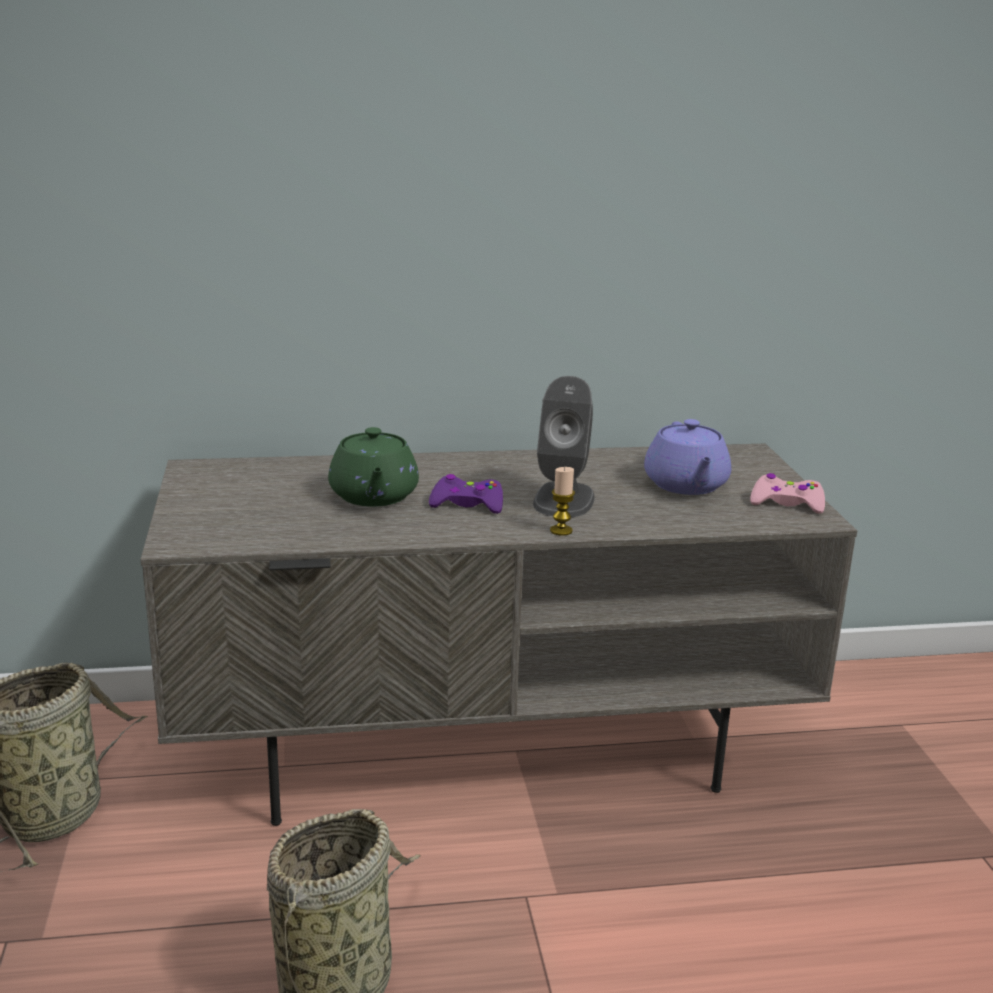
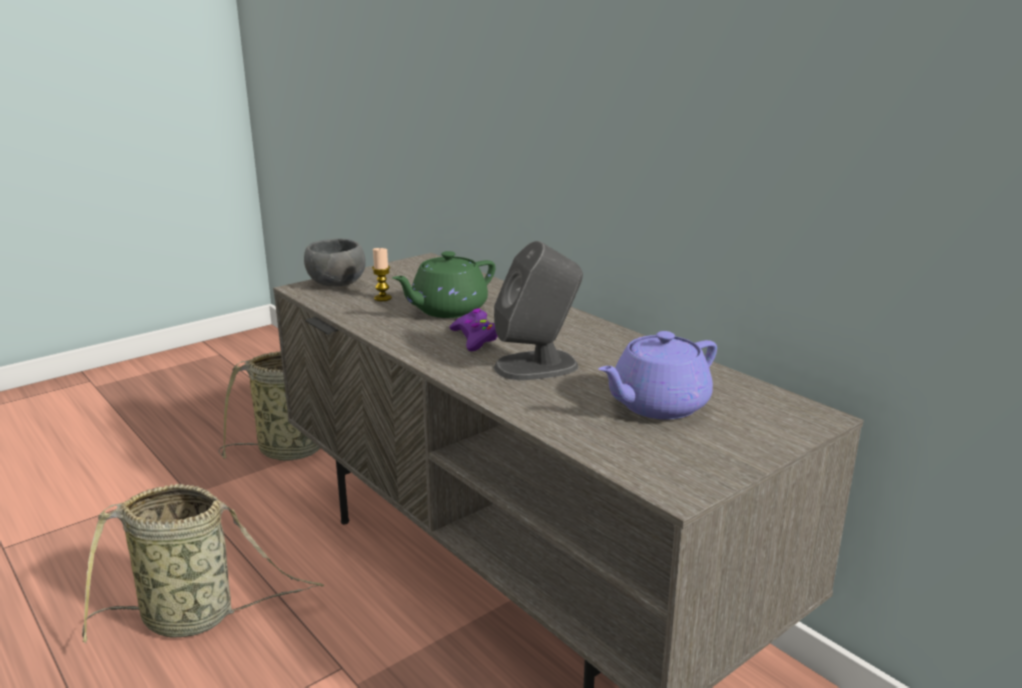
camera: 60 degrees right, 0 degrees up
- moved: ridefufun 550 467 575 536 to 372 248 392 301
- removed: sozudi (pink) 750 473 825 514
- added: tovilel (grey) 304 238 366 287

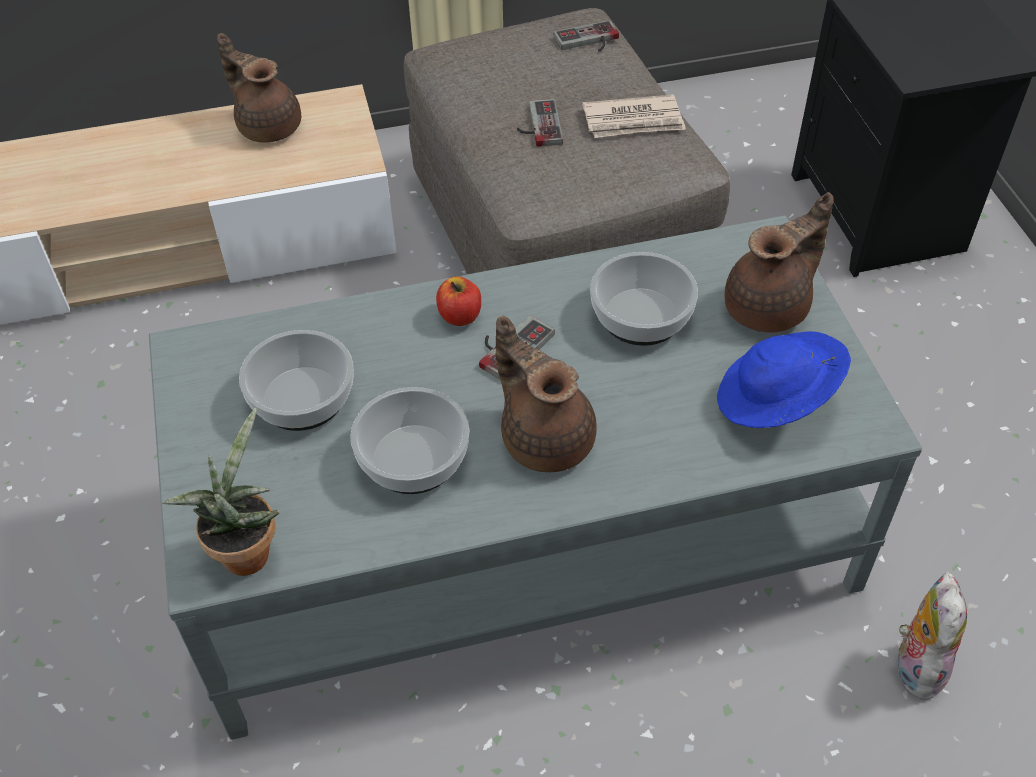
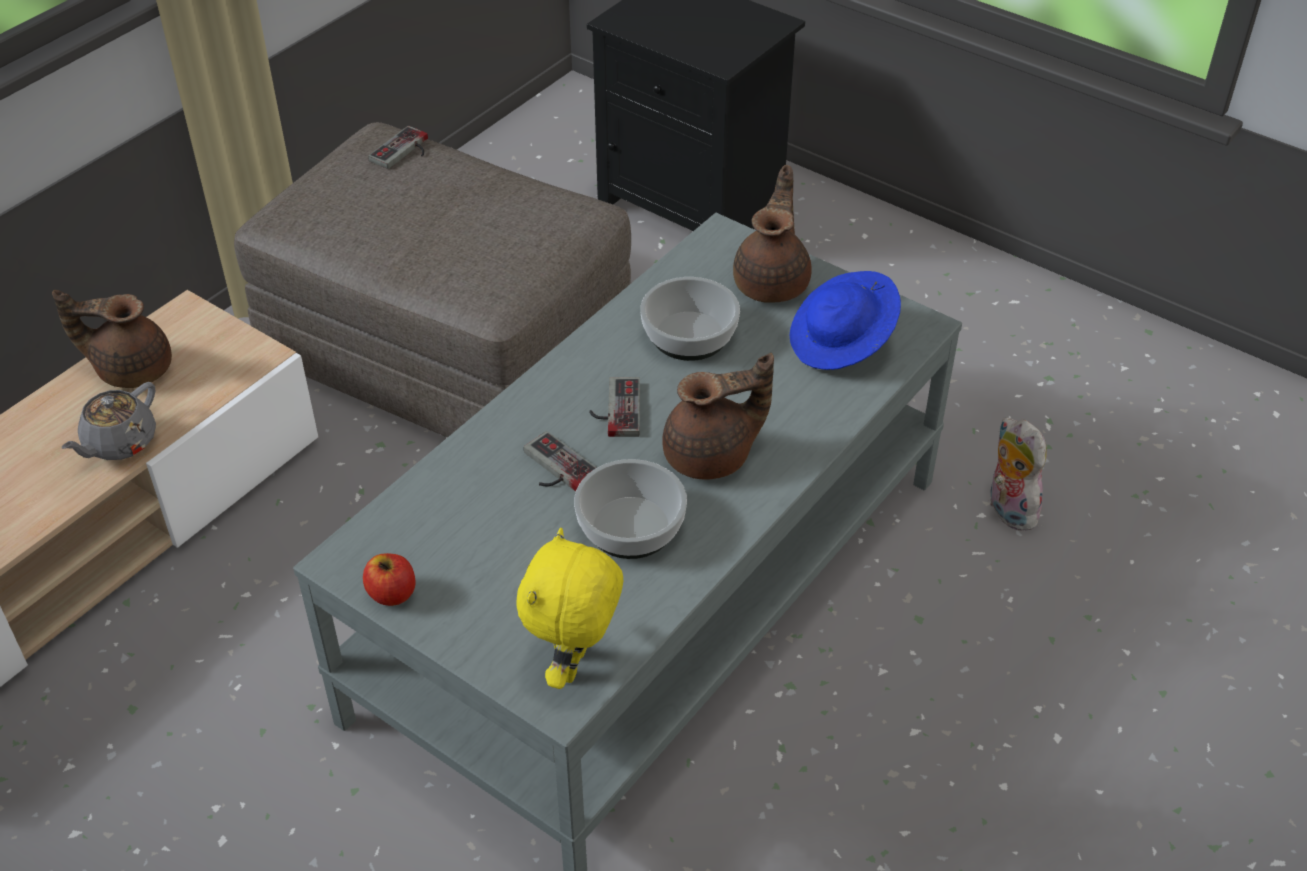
camera: 40 degrees left, 5 degrees down
- replaced: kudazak 163 407 279 576 to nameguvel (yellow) 516 528 623 689
- removed: tovilel 239 330 354 431
- moved: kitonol 436 277 481 326 to 363 553 415 606
- turned: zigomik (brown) 496 316 597 472 = 662 353 774 480 150 degrees clockwise
- moved: sozudi 517 99 563 147 to 524 431 597 492
- removed: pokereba 582 94 686 138
- added: zigomik (grey) 62 382 156 460

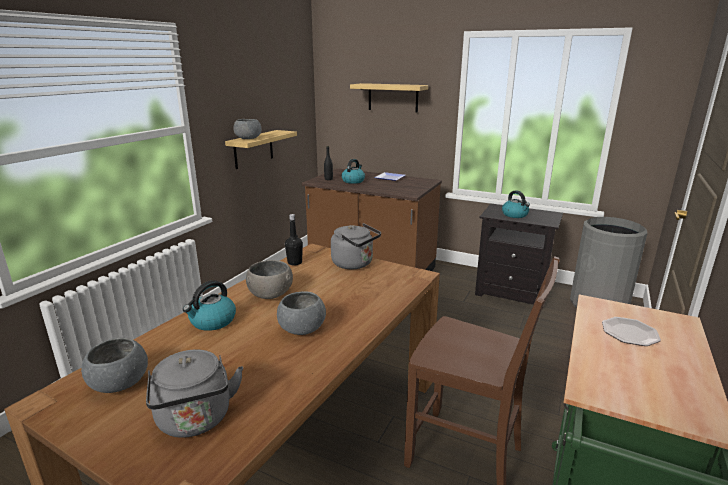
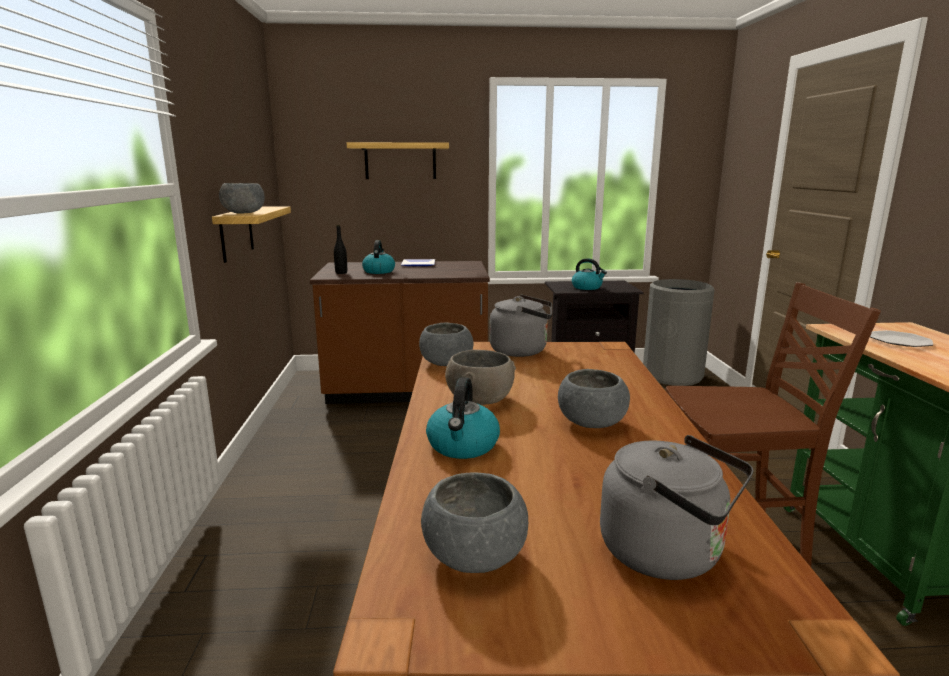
camera: 30 degrees left, 5 degrees down
- replaced: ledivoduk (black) 285 214 303 266 to tovilel (grey) 419 323 474 366

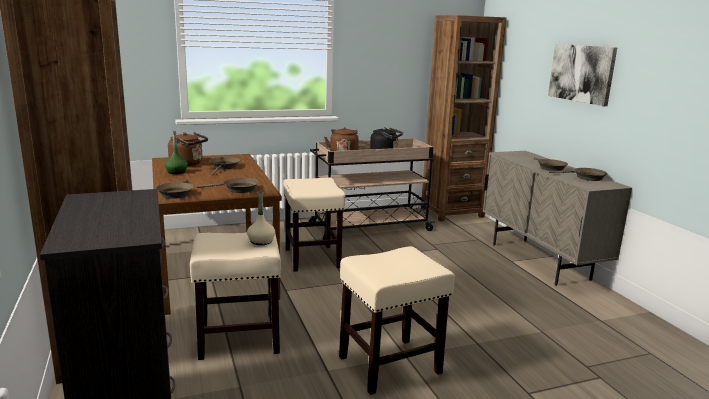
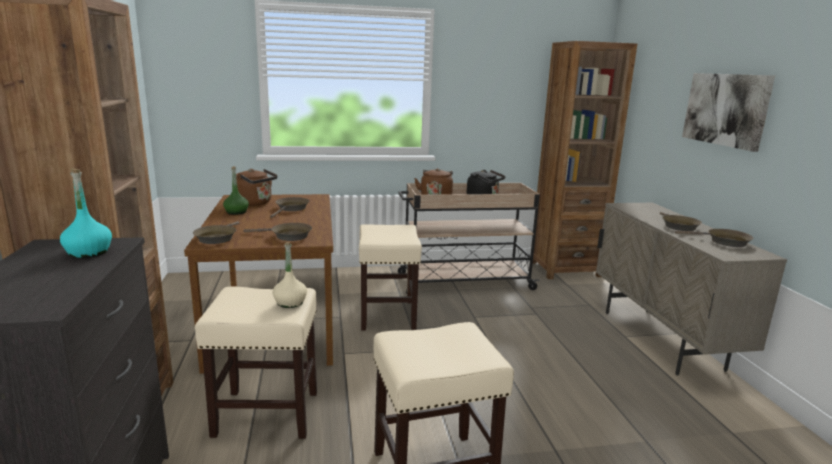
camera: 10 degrees right, 0 degrees up
- added: ledivoduk (turquoise) 60 169 112 258

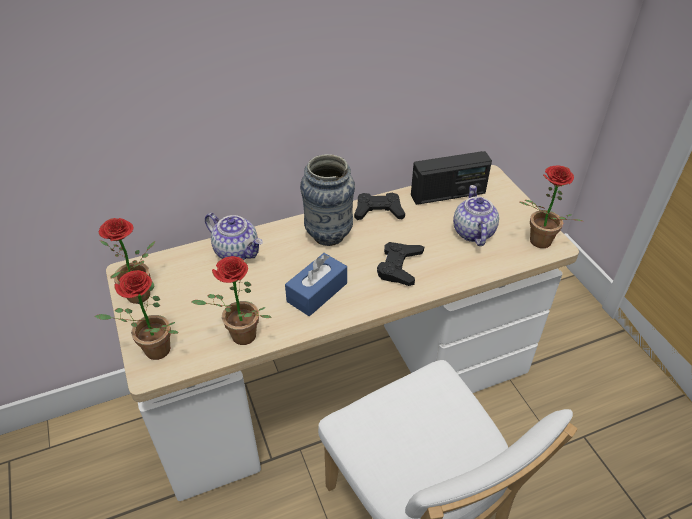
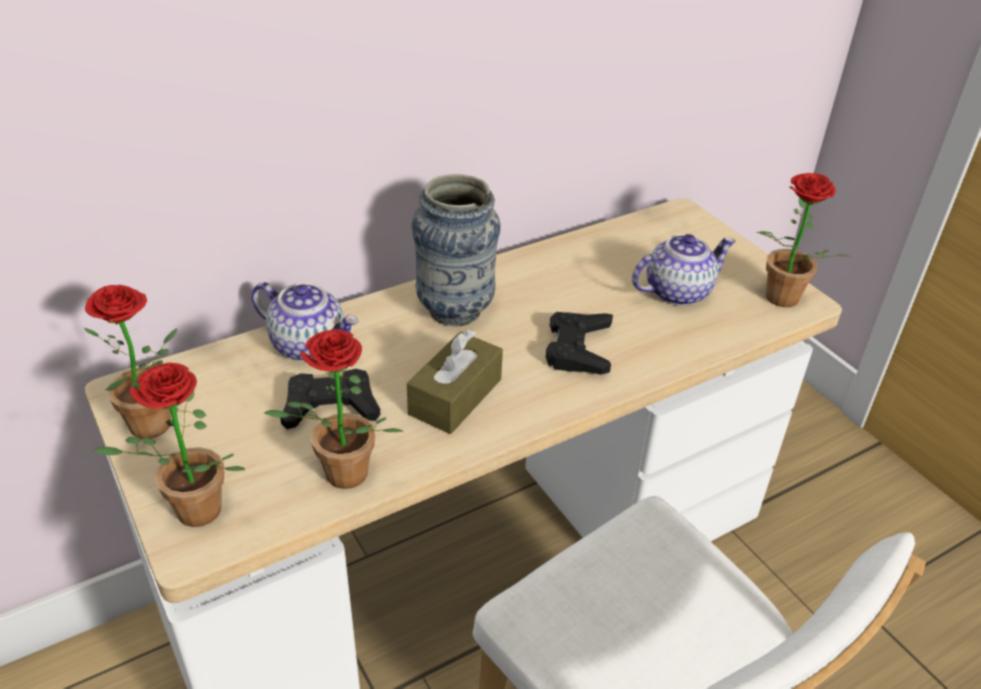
camera: 10 degrees left, 5 degrees down
- recoloured: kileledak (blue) 285 253 347 316 to kileledak (brown) 407 329 503 434
- moved: sozudi (black) 354 193 405 220 to 280 369 380 429
- removed: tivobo 411 151 492 205
- turned: zigomik 453 185 499 246 = 632 234 735 306 75 degrees clockwise

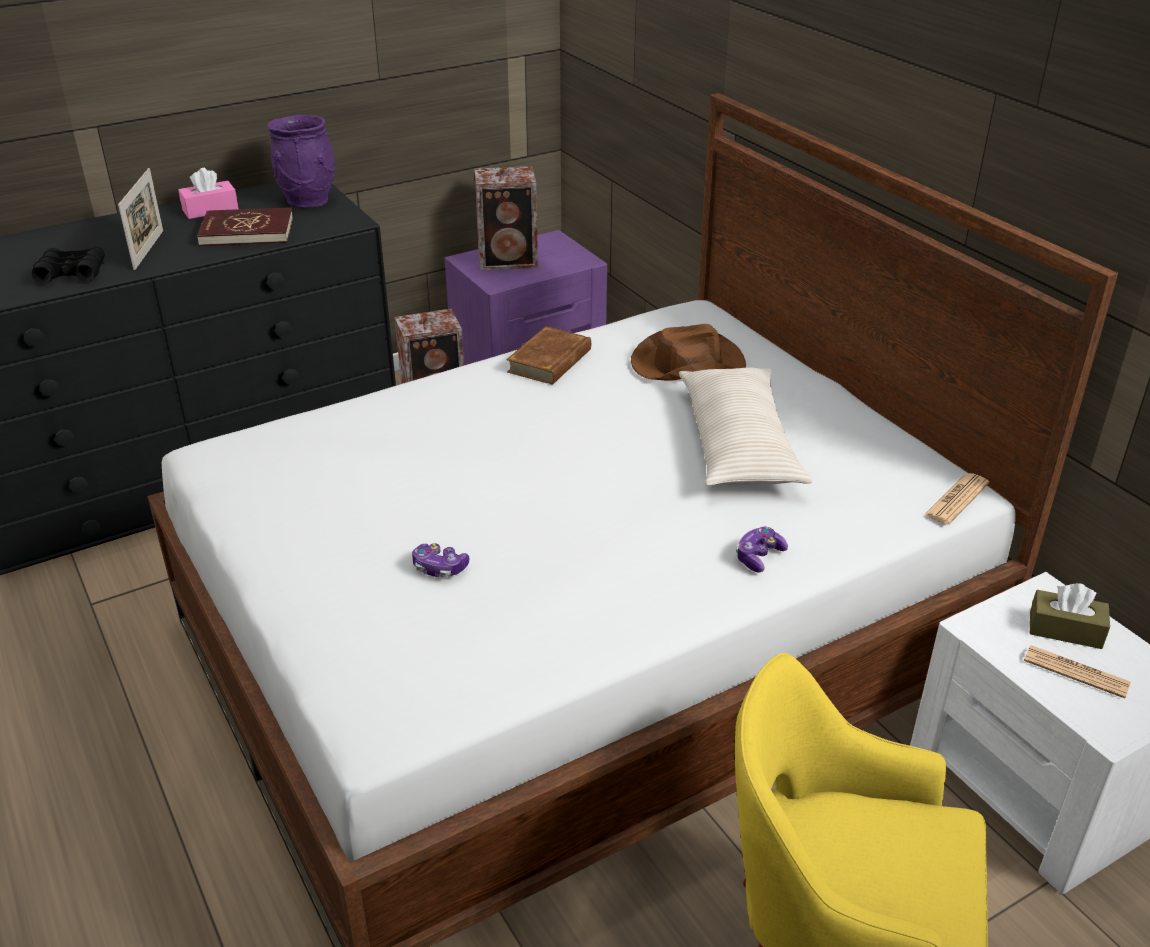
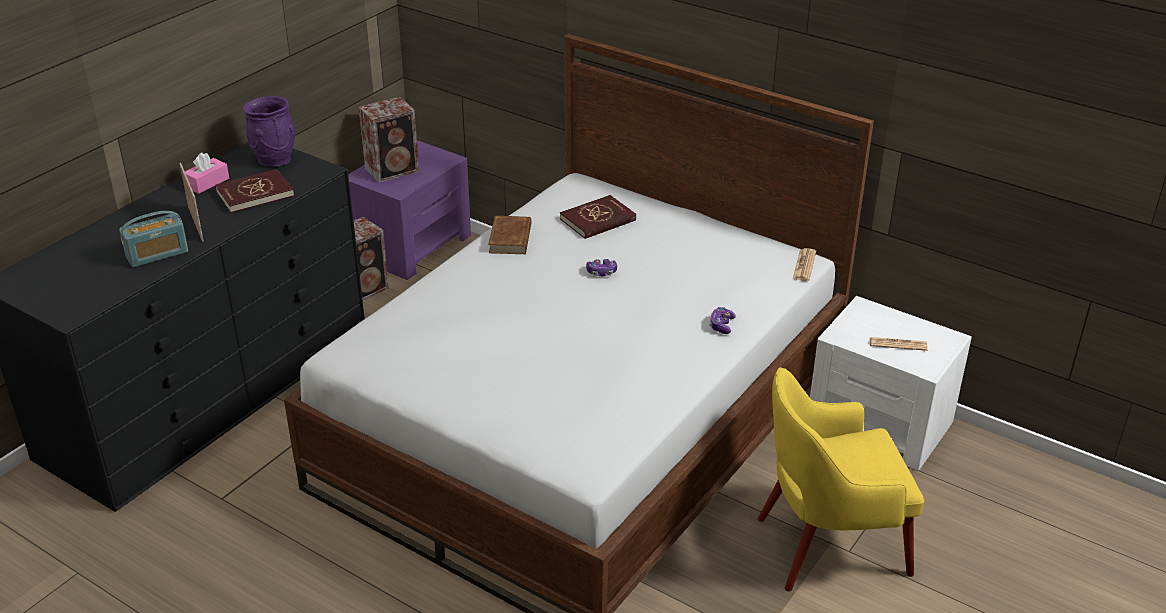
camera: 25 degrees left, 0 degrees up
- replaced: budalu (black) 32 246 105 284 to tivobo 119 211 188 267
- moved: sozudi 412 543 469 577 to 586 259 617 276
- replaced: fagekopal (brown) 631 324 746 380 to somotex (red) 560 195 636 239
- removed: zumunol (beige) 679 367 812 486
- removed: kileledak (brown) 1030 583 1110 649

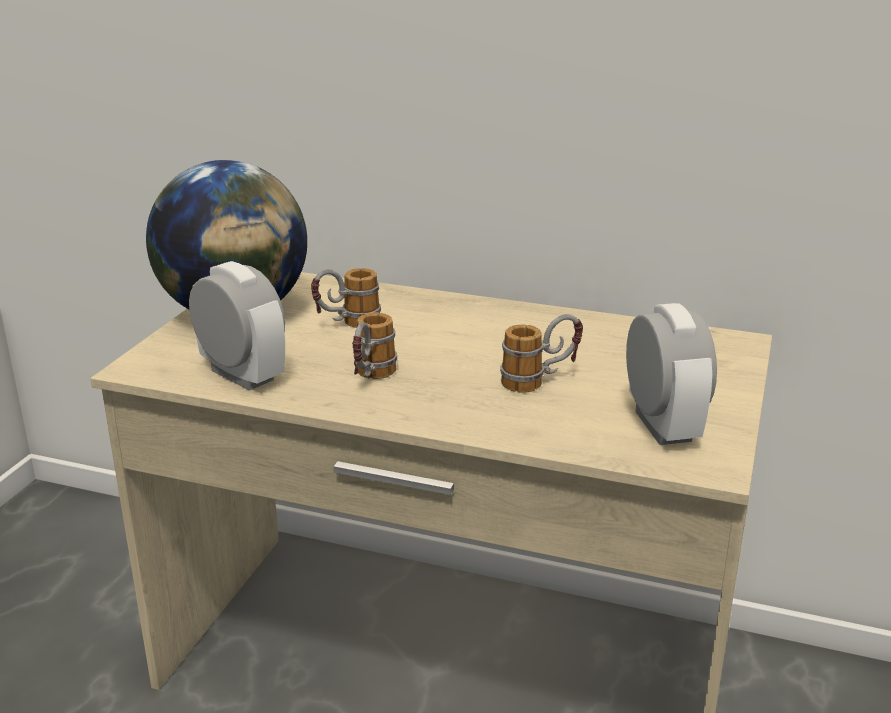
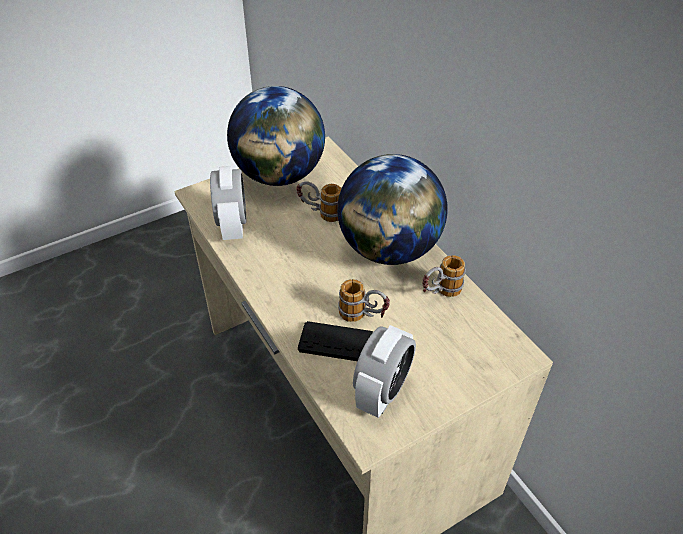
camera: 40 degrees right, 20 degrees up
- moved: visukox 352 312 397 379 to 423 255 466 297
- added: sozudi (black) 298 321 373 361
- added: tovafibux 337 154 448 265

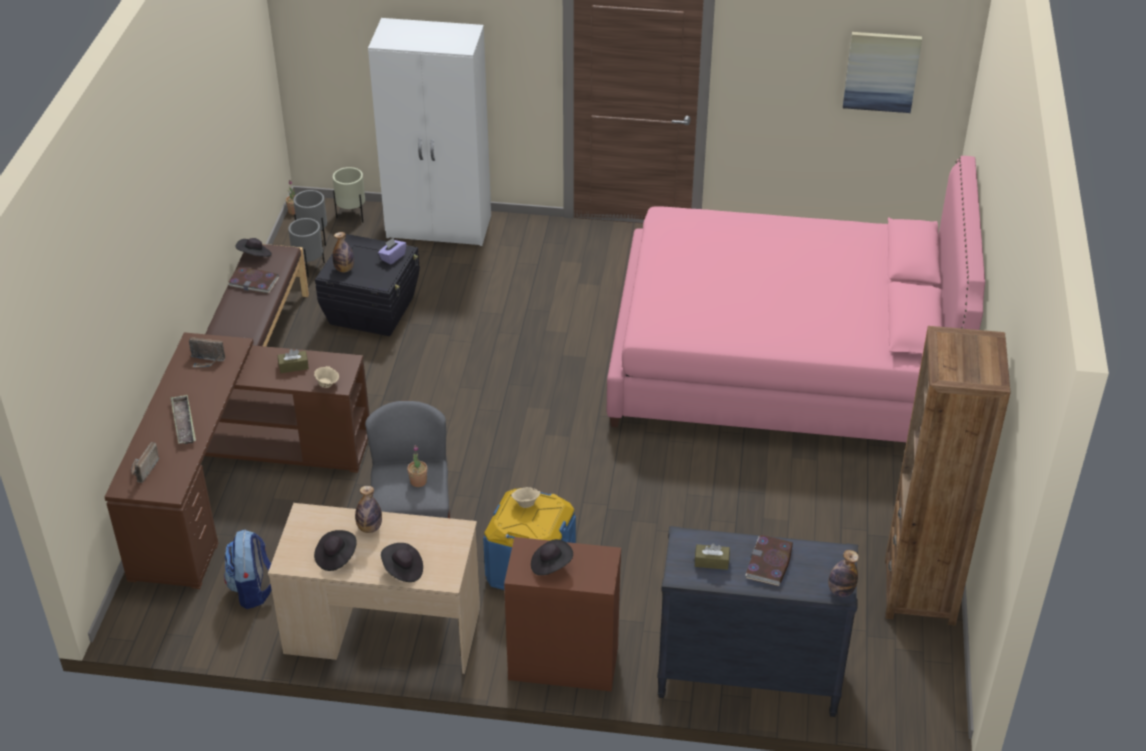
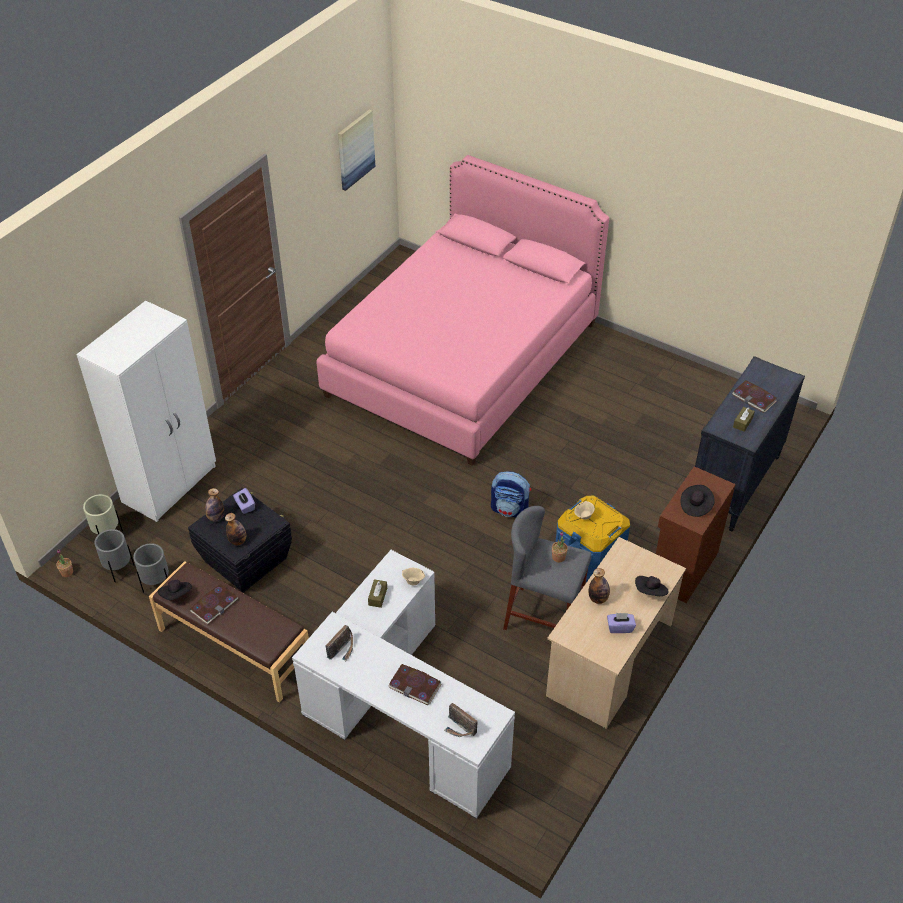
camera: 65 degrees left, 5 degrees up
- recoloured: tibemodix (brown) 104 332 369 589 to tibemodix (white) 292 550 515 819
- replaced: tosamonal 170 395 196 444 to somotex 388 664 441 705
- moved: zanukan 224 530 272 609 to 491 471 531 518
- replaced: fagekopal (black) 314 530 357 571 to kileledak (purple) 607 613 636 633
- moved: ledivoduk 828 550 859 597 to 205 488 224 522
- removed: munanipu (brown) 885 326 1011 626

